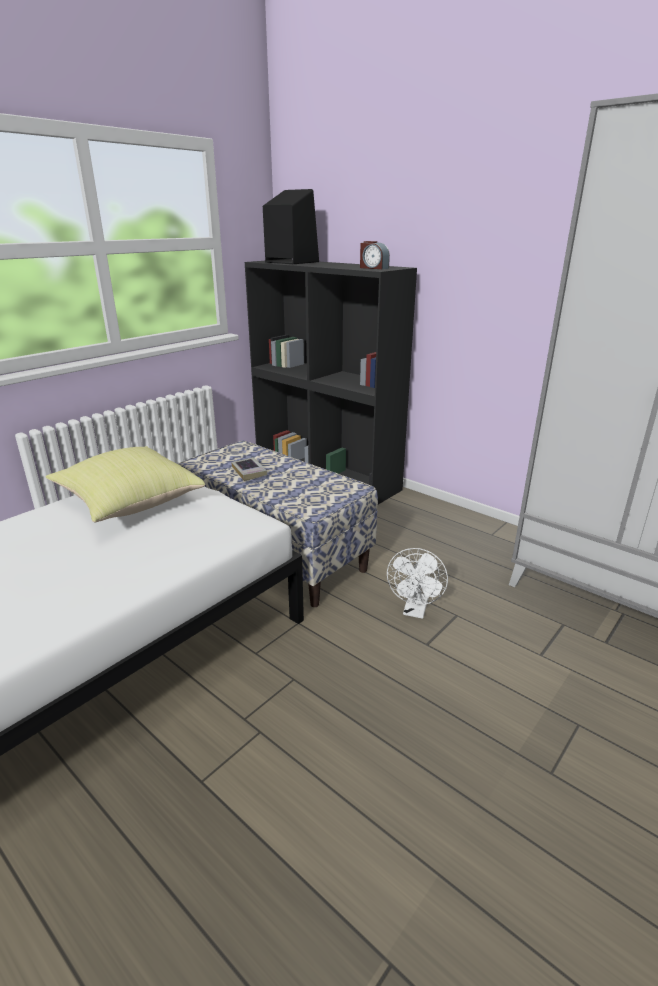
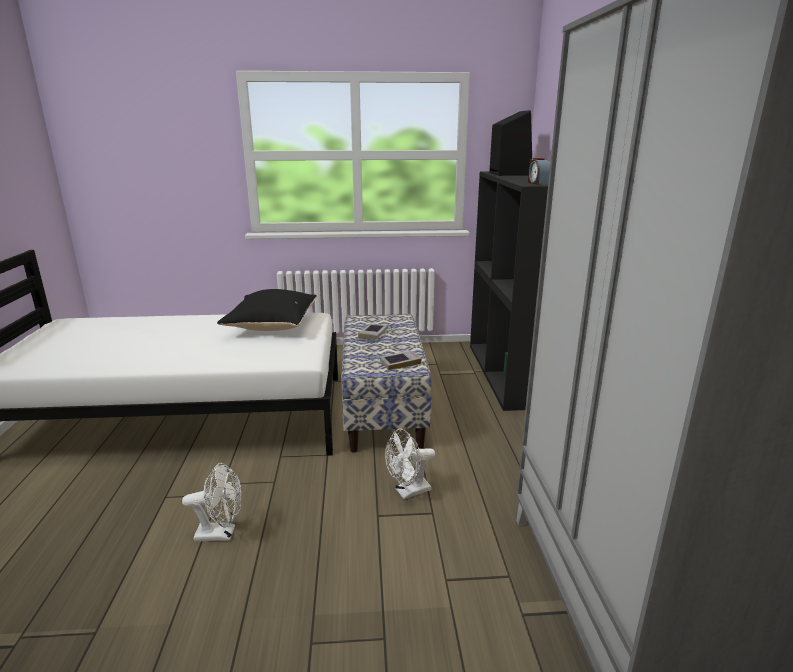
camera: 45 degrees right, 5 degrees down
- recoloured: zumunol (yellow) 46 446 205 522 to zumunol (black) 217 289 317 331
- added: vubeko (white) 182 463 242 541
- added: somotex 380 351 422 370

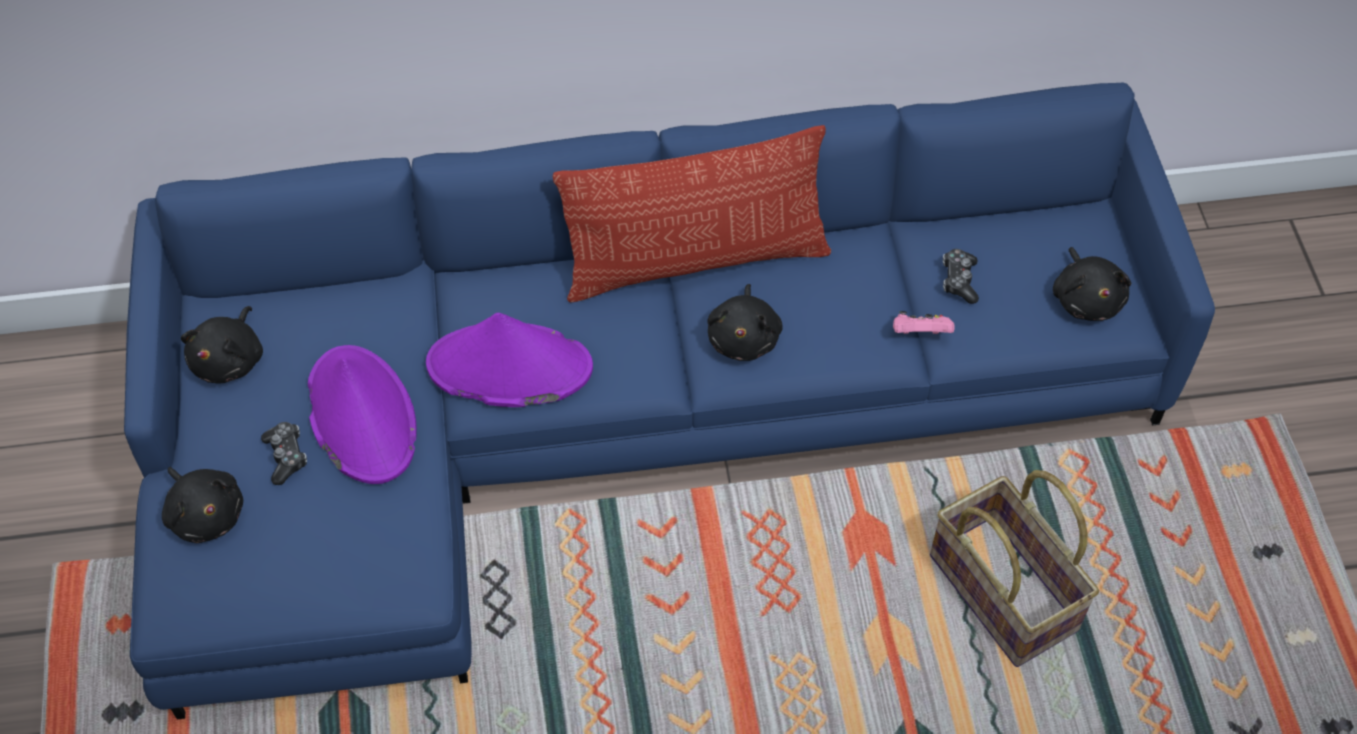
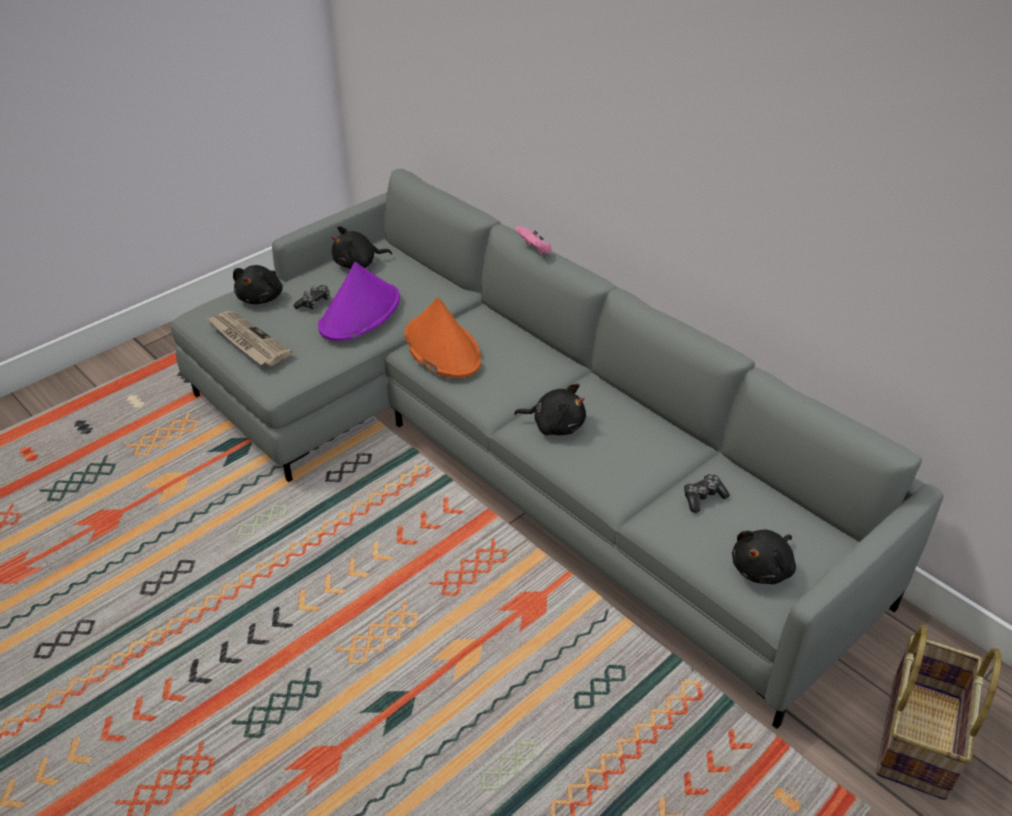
camera: 55 degrees right, 15 degrees down
- recoloured: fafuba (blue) 124 83 1215 720 to fafuba (grey) 170 169 944 729
- recoloured: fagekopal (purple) 426 313 593 407 to fagekopal (orange) 404 297 481 378
- removed: zumunol 553 125 831 303
- turned: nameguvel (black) 707 284 783 361 = 514 384 586 435 135 degrees counterclockwise
- moved: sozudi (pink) 893 311 955 334 to 515 226 552 255
- moved: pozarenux 930 470 1099 667 to 876 625 1002 800
- added: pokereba 205 311 293 366

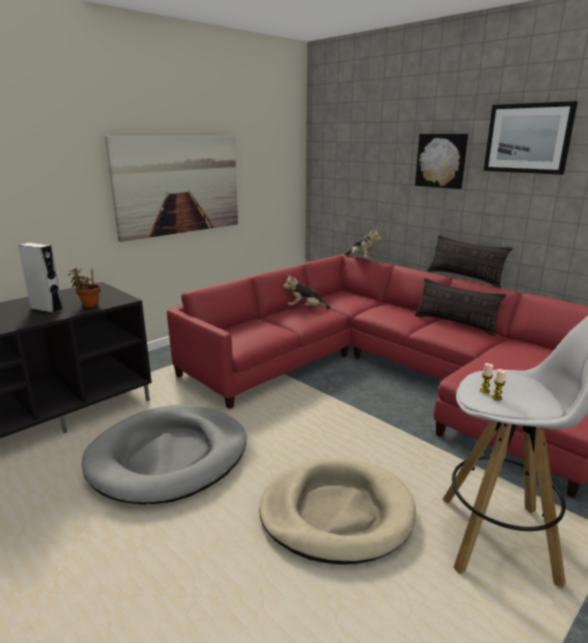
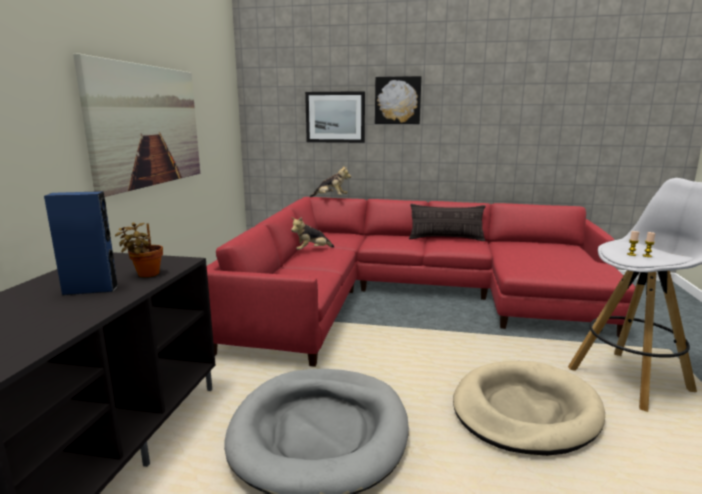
camera: 35 degrees left, 5 degrees down
- recoloured: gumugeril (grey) 18 243 63 313 to gumugeril (blue) 44 191 119 296
- removed: zumunol 427 235 513 288
- moved: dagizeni 484 101 578 175 to 305 91 365 143

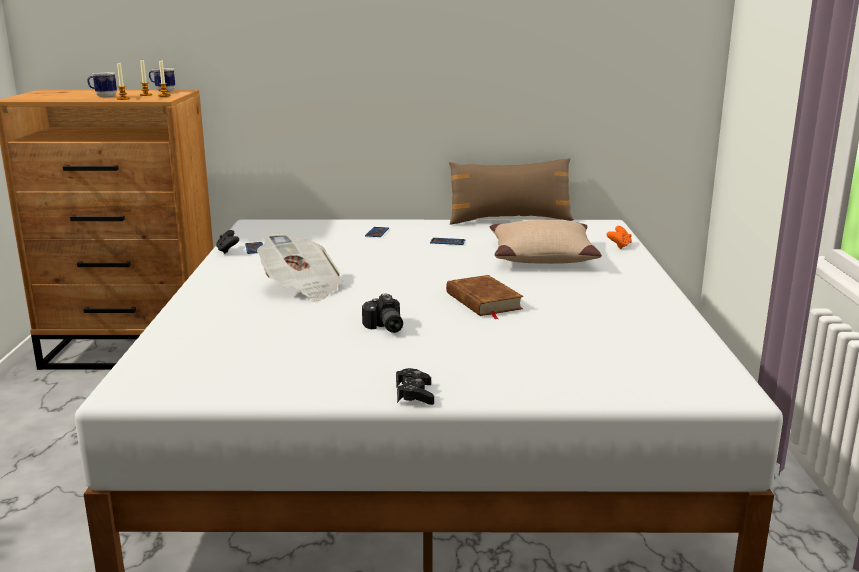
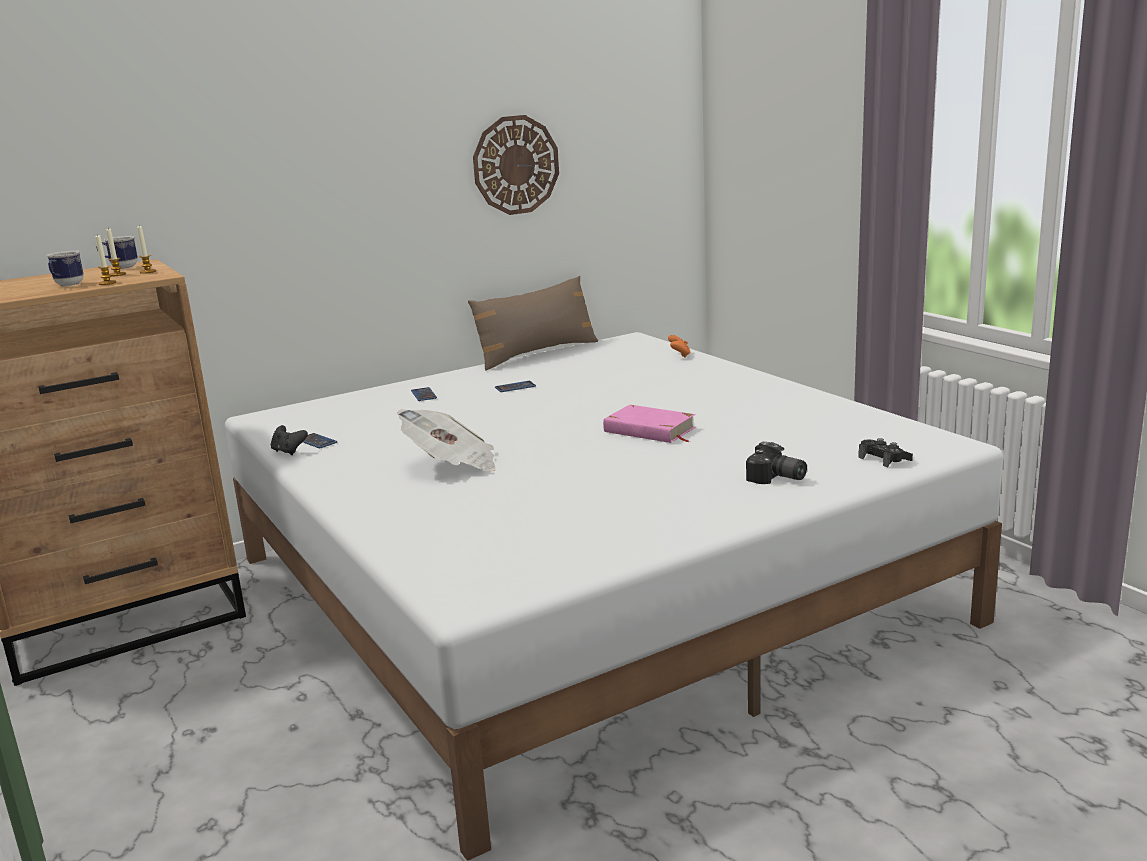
camera: 30 degrees left, 0 degrees up
- moved: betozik 362 293 403 333 to 746 441 807 484
- moved: sozudi (black) 396 368 434 405 to 858 438 913 467
- recoloured: somotex (brown) 446 275 524 319 to somotex (pink) 603 405 695 443
- removed: zumunol (beige) 490 220 602 264
- added: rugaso 473 115 559 215

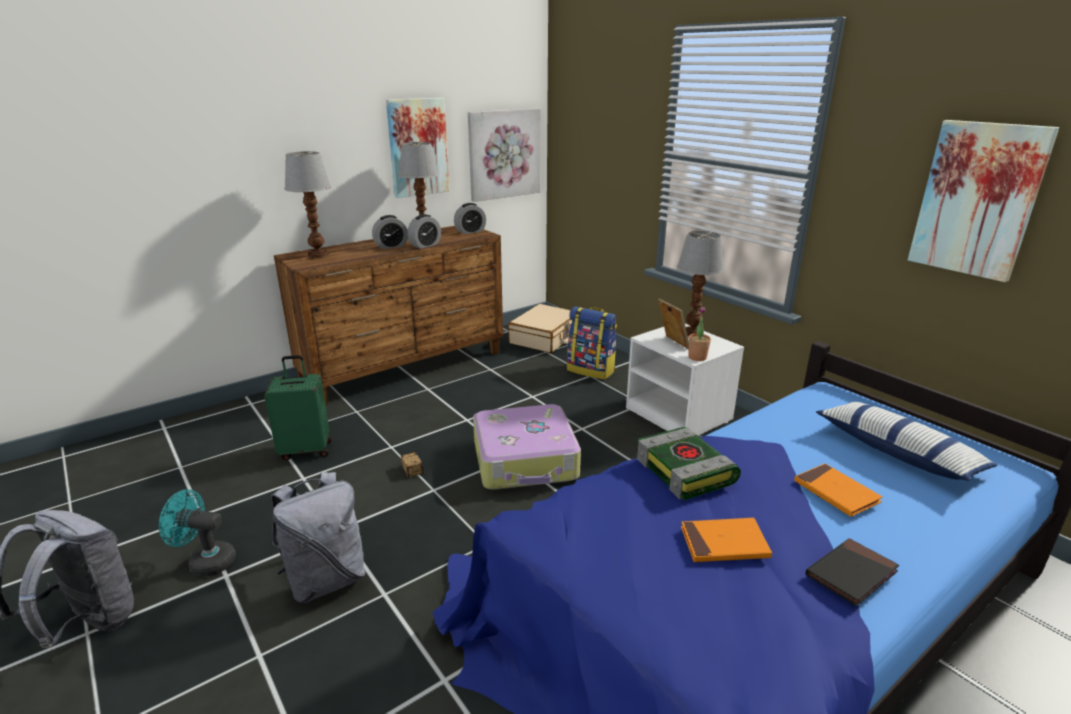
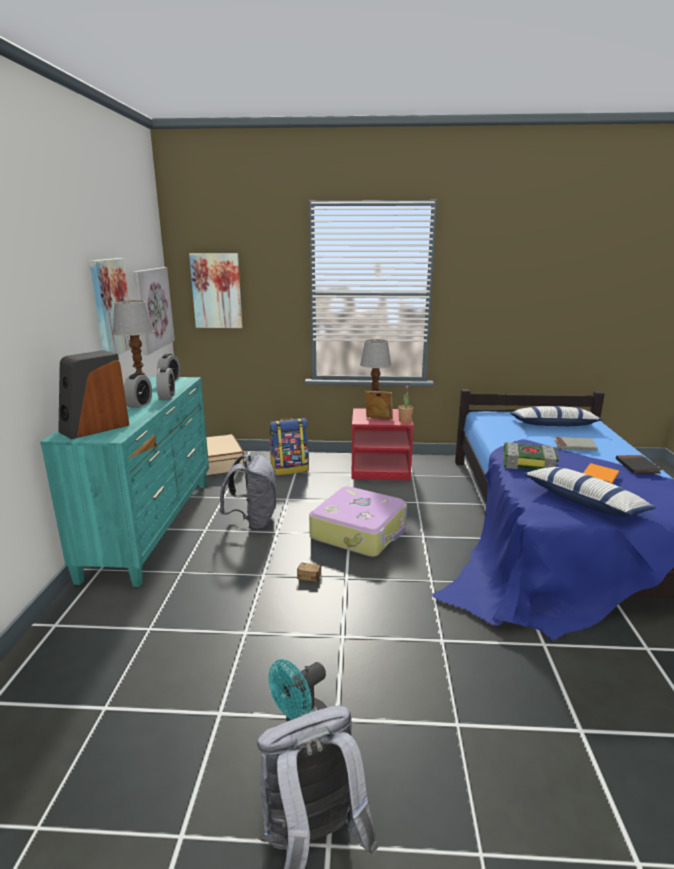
camera: 50 degrees left, 5 degrees down
- removed: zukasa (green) 264 355 331 460
- moved: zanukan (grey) 271 472 365 603 to 220 454 276 531
- recoloured: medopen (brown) 274 226 503 405 to medopen (turquoise) 40 377 209 587
- replaced: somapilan 284 151 331 259 to gumugeril 58 350 129 439
- recoloured: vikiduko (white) 626 324 744 435 to vikiduko (red) 351 408 414 481
- recoloured: somotex (orange) 794 464 882 517 to somotex (grey) 554 437 598 451
- moved: dagizeni 908 120 1059 282 to 189 253 243 328
- added: zumunol 522 467 656 517

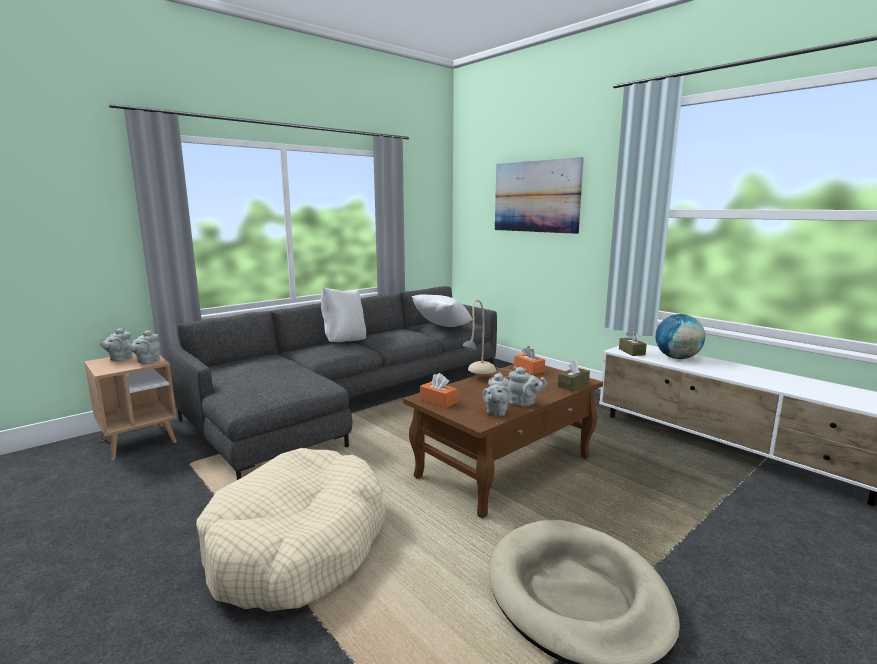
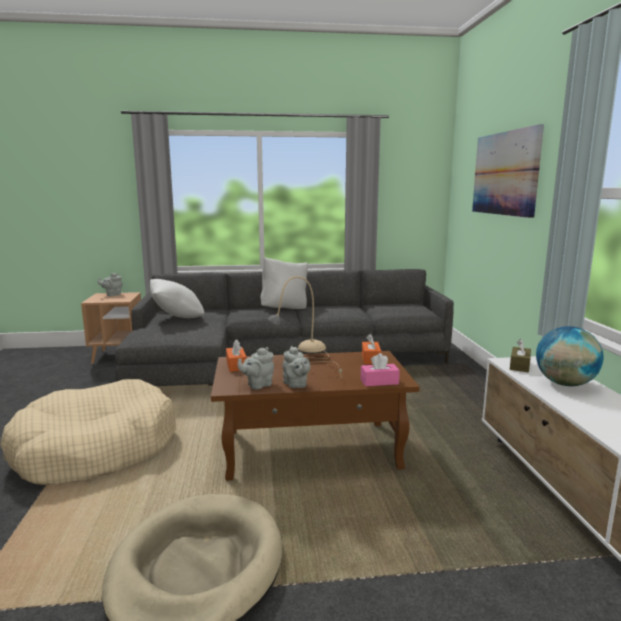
camera: 35 degrees right, 0 degrees up
- removed: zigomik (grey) 127 330 160 364
- moved: zumunol (white) 412 294 472 327 to 150 279 204 318
- recoloured: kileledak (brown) 558 359 590 391 to kileledak (pink) 361 353 400 386

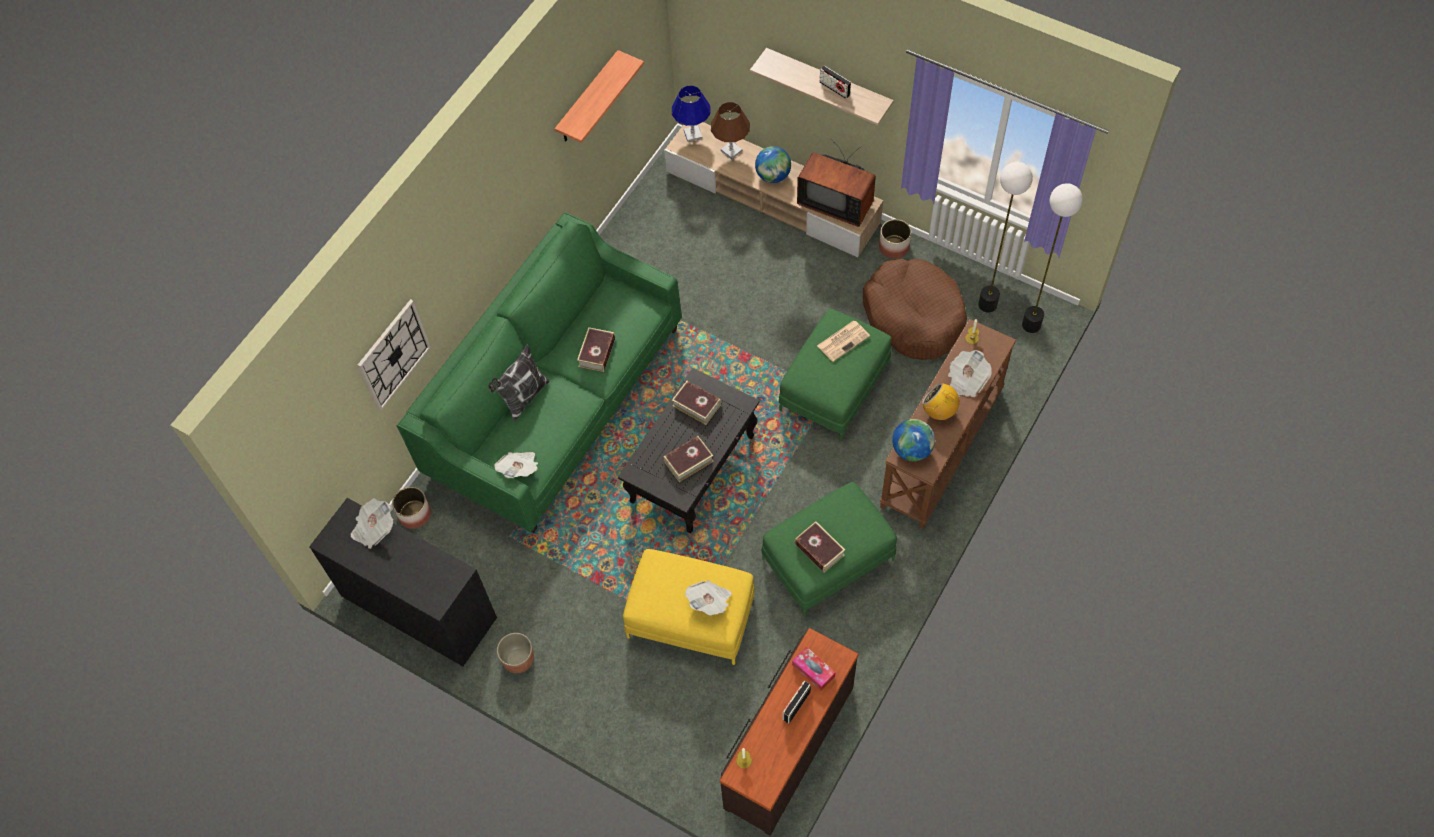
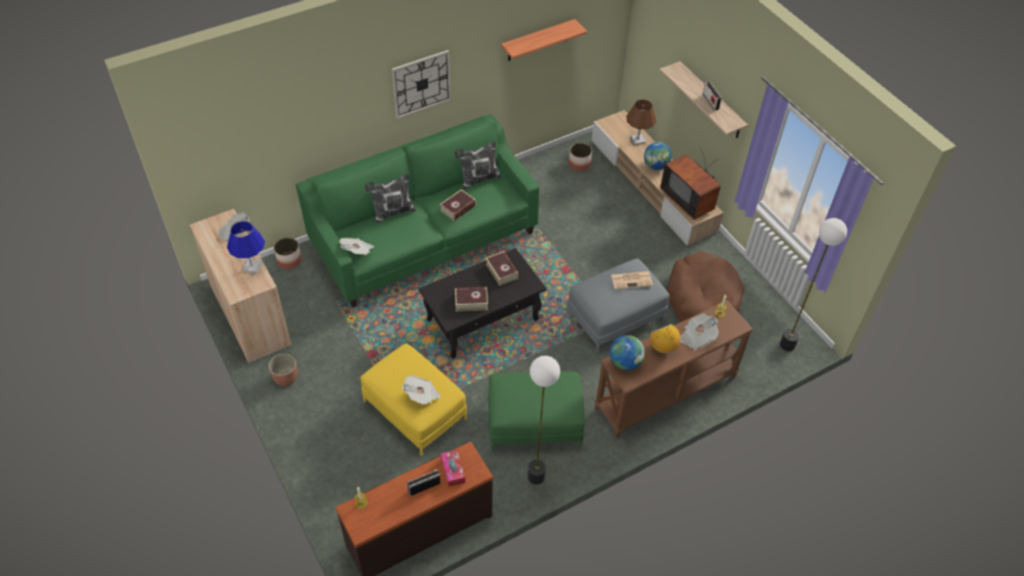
camera: 25 degrees right, 10 degrees down
- recoloured: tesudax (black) 309 498 497 667 to tesudax (beige) 190 209 292 363
- moved: rugaso 358 299 431 411 to 392 50 451 119
- moved: somapilan (blue) 672 86 711 142 to 227 222 265 274
- recoloured: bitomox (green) 779 309 892 441 to bitomox (grey) 567 258 670 352
- removed: somotex 795 521 845 573
- moved: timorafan 879 219 911 259 to 569 143 592 171
- moved: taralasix 978 162 1033 313 to 528 356 560 484
- added: zumunol 455 140 501 190

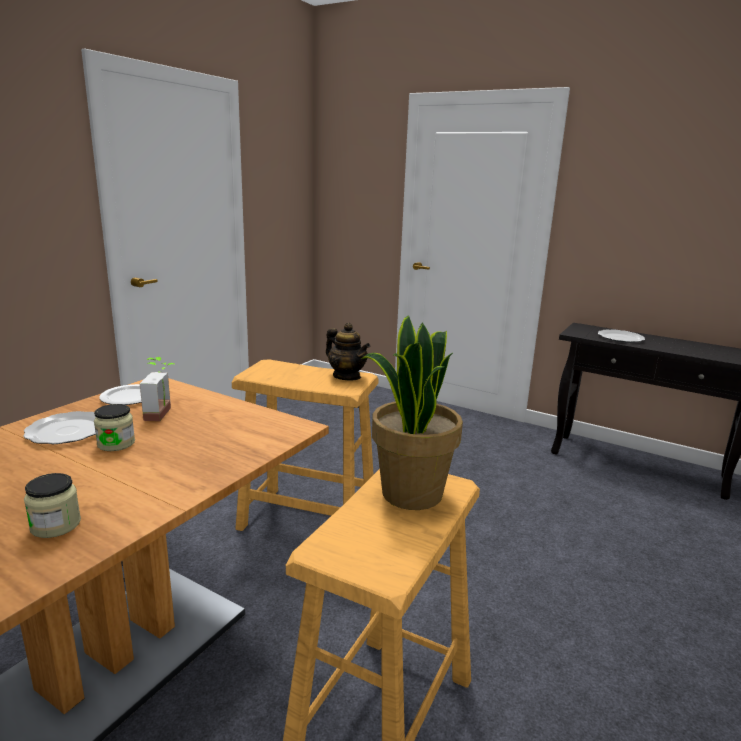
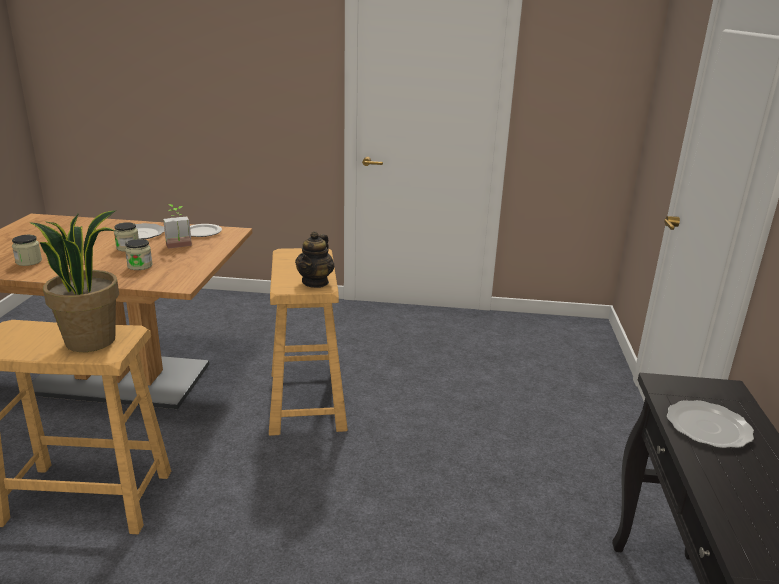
camera: 65 degrees right, 5 degrees up
- added: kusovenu 125 239 153 270

